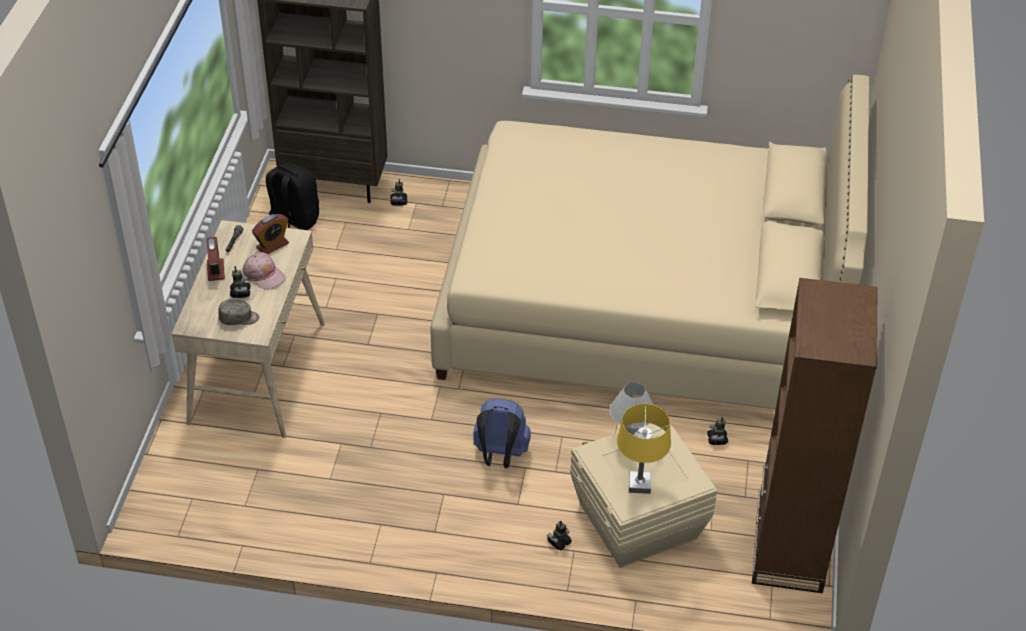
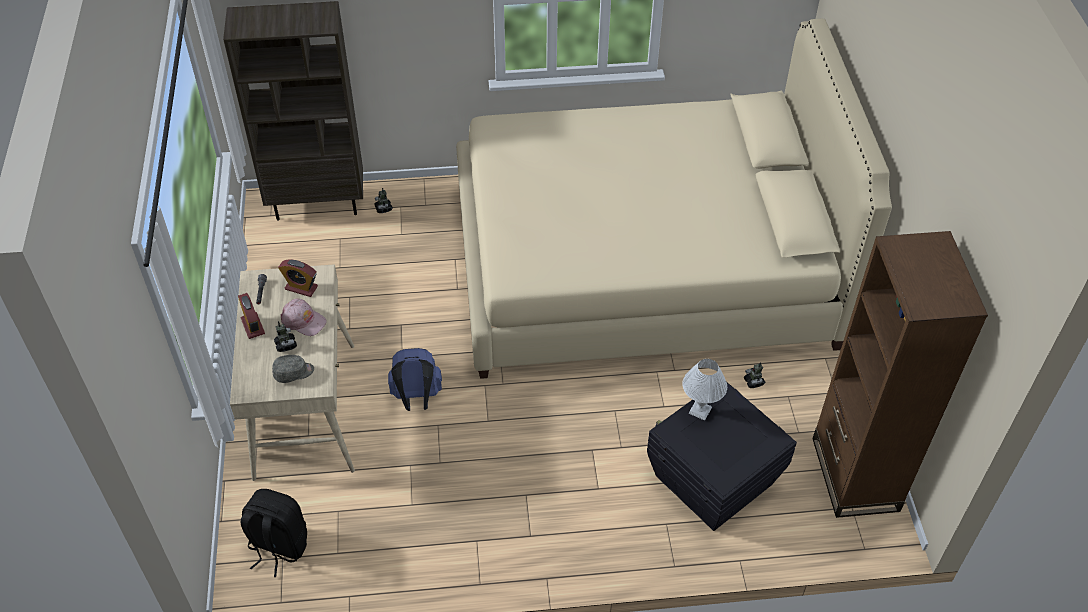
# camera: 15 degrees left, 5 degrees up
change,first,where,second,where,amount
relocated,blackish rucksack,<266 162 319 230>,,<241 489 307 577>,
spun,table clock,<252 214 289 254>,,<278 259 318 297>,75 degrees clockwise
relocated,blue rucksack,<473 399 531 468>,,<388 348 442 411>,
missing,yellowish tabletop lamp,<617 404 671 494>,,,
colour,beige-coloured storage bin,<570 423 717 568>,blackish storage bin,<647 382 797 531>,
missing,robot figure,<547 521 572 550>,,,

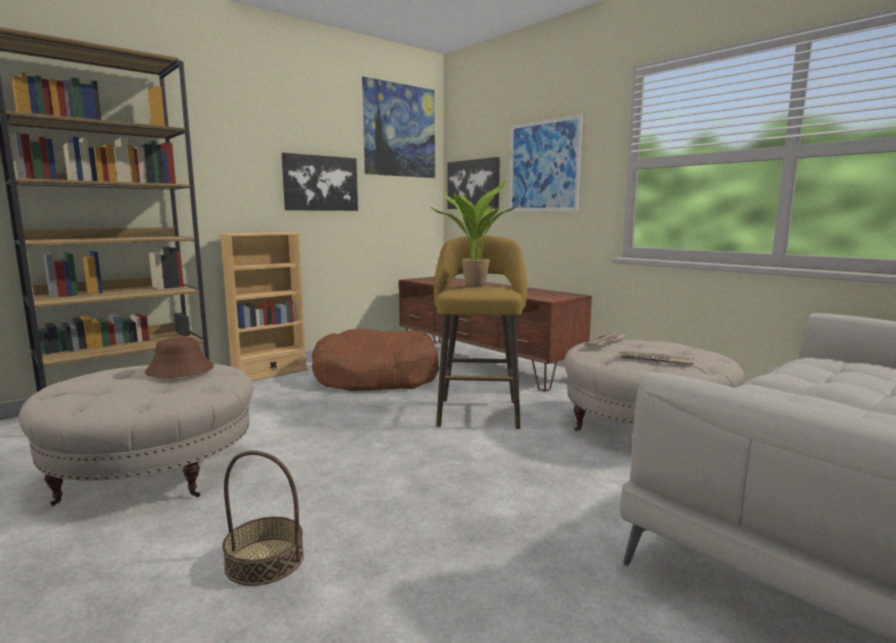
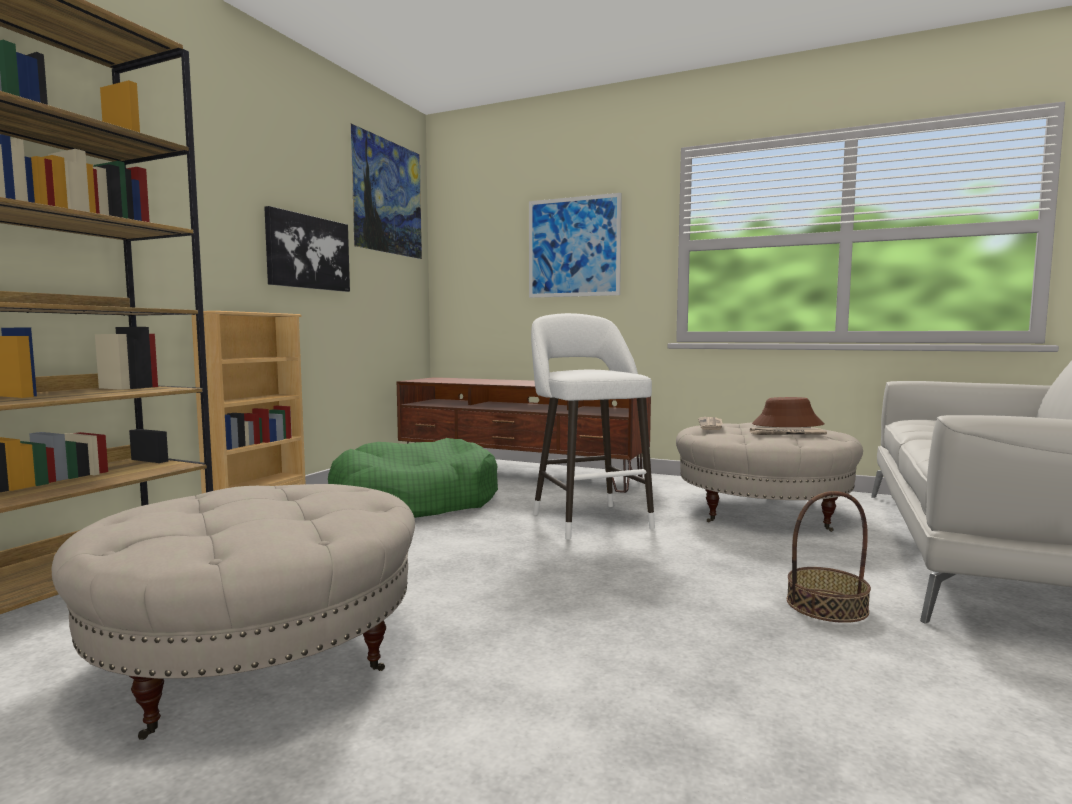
# camera: 25 degrees left, 5 degrees down
change,first,where,second,where,amount
missing,wall art,<447 157 500 209>,,,
missing,potted plant,<431 180 519 287>,,,
colour,yellowish stool,<434 236 527 429>,whitish stool,<531 313 655 540>,
colour,brown-coloured dog bed,<312 329 439 391>,greenish dog bed,<328 438 498 518>,
relocated,brown-coloured hat,<145 337 214 378>,,<752 397 825 427>,
relocated,storage basket,<222 450 304 586>,,<787 491 871 623>,

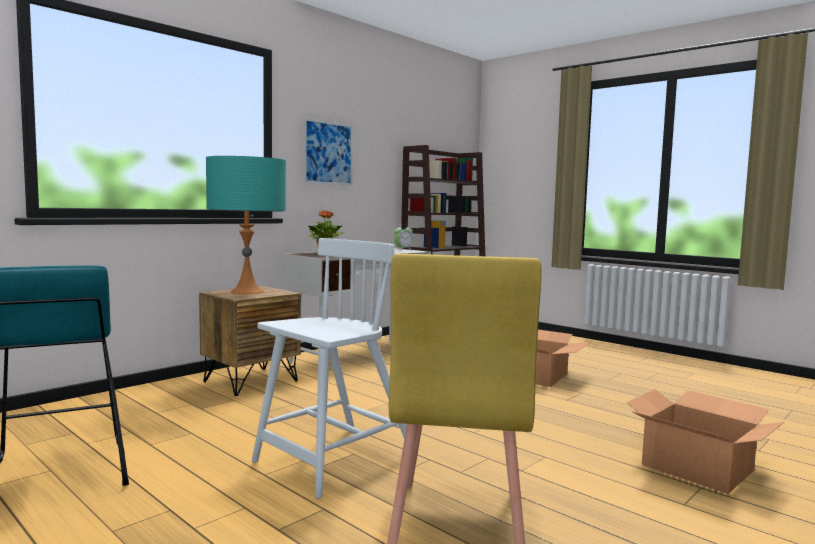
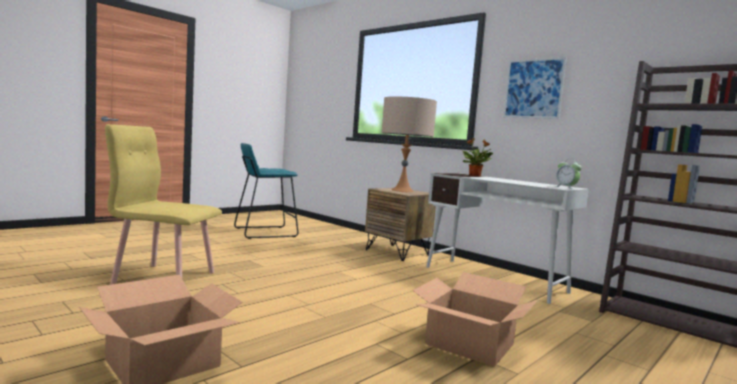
# camera: 90 degrees right, 0 degrees up
change,first,where,second,where,amount
colour,blue-green tabletop lamp,<206 156 286 295>,beige-coloured tabletop lamp,<382 96 437 192>,
missing,whitish upright chair,<252 238 407 498>,,,

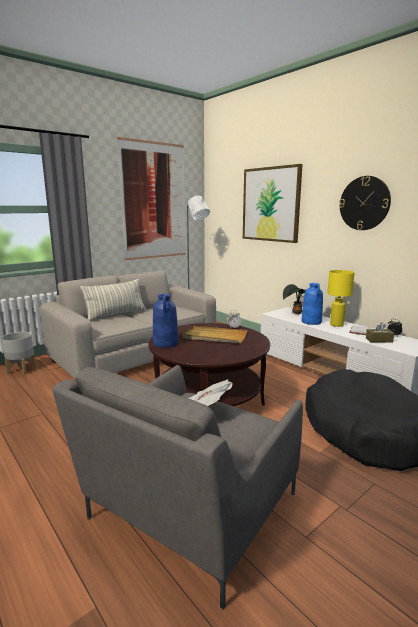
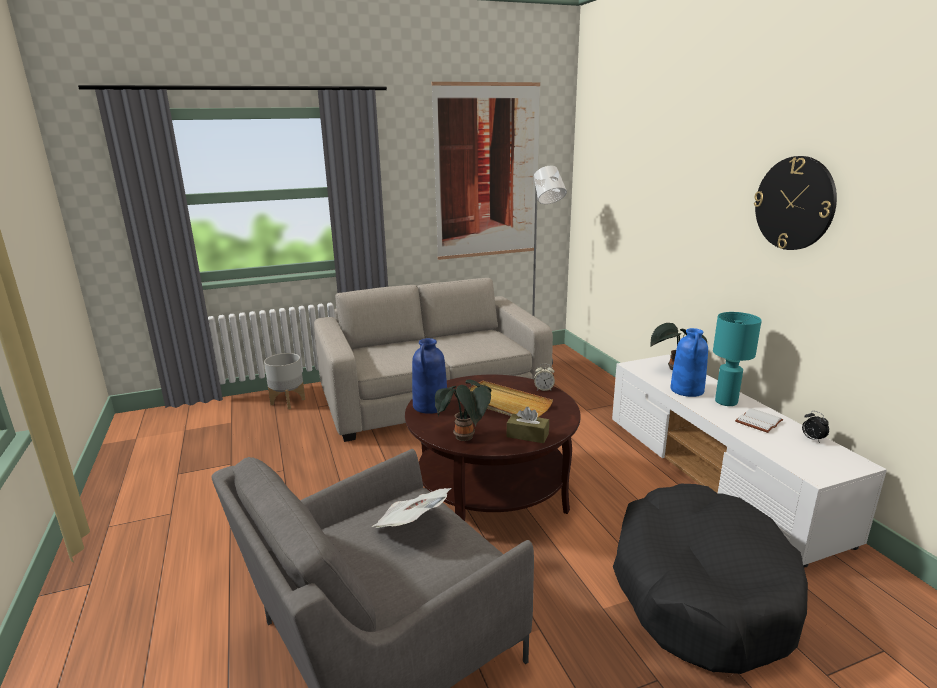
# camera: 20 degrees right, 5 degrees up
change,first,where,second,where,amount
missing,wall art,<243 164 303 243>,,,
colour,yellowish tabletop lamp,<327 270 355 327>,blue-green tabletop lamp,<713 312 762 406>,
missing,cushion,<80 279 146 322>,,,
relocated,brown-coloured tissue holder,<366 322 394 342>,,<507 407 549 443>,
appeared,,,potted plant,<435 379 492 441>,

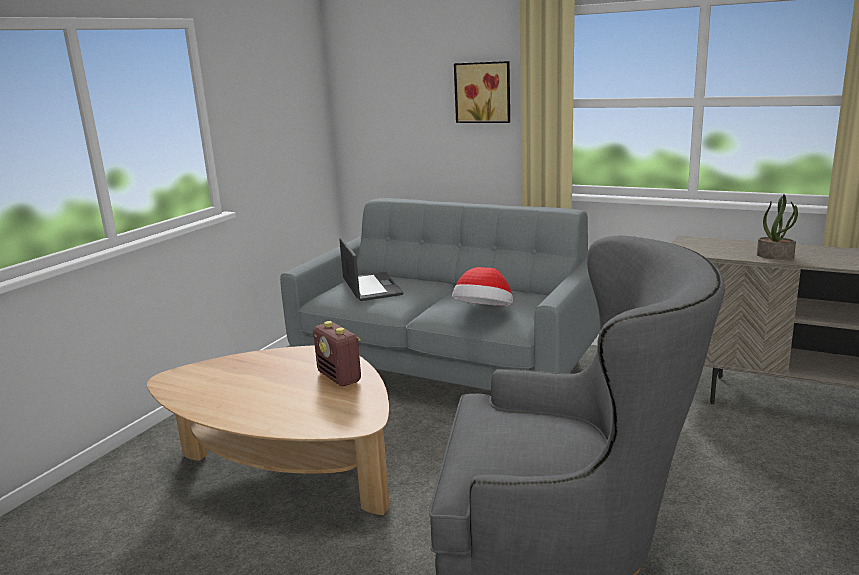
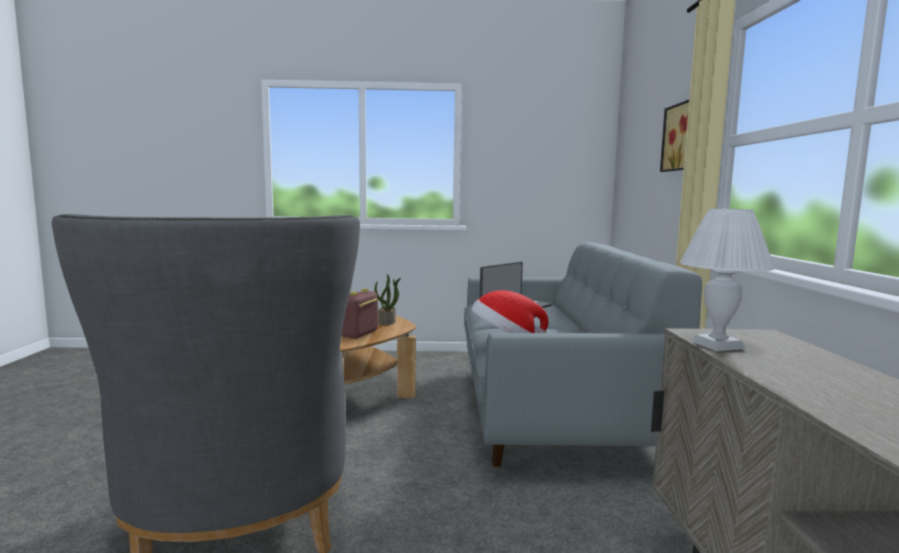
# camera: 60 degrees right, 10 degrees down
change,first,where,second,where,amount
relocated,potted plant,<757 194 798 260>,,<374 274 401 325>,
appeared,,,whitish tabletop lamp,<680 208 774 351>,

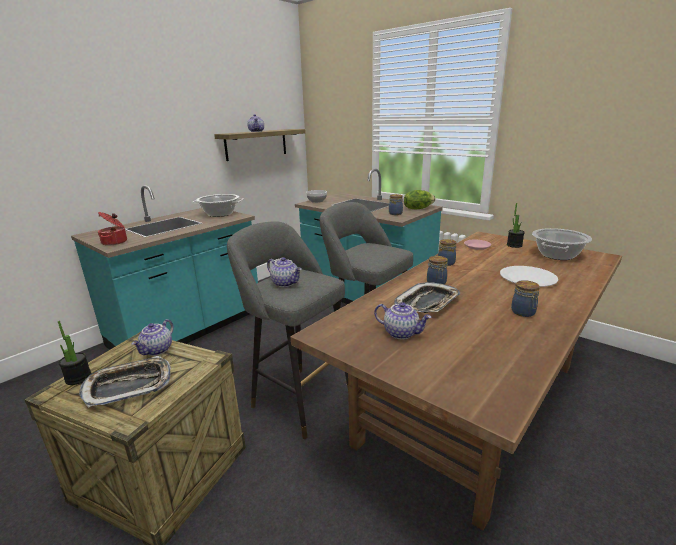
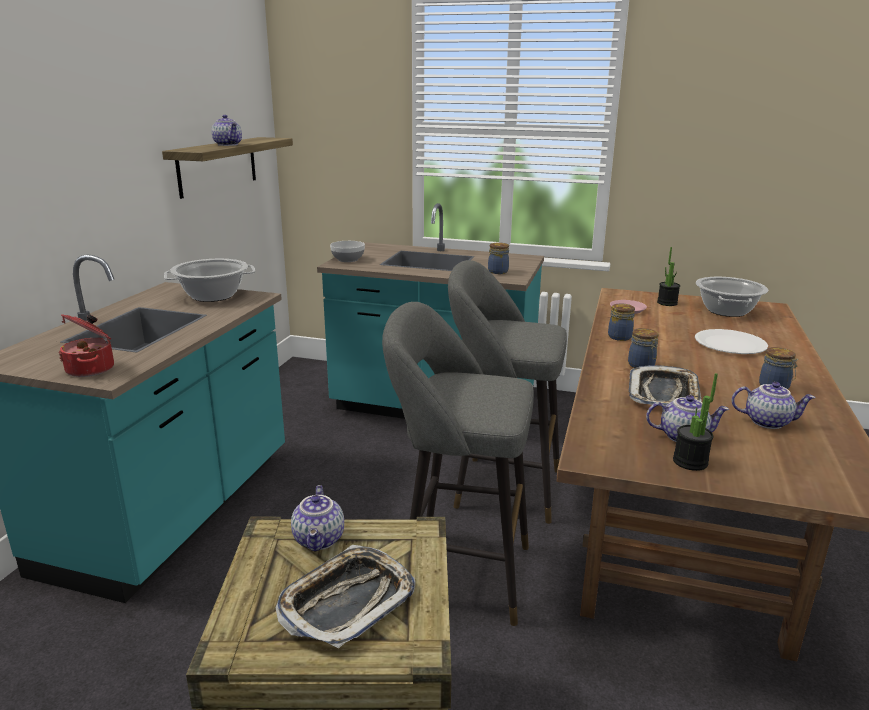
# camera: 25 degrees left, 0 degrees up
change,first,where,second,where,amount
missing,lettuce,<404 190 435 209>,,,
relocated,teapot,<267 257 302 287>,,<732 382 815 429>,
relocated,potted plant,<58 321 92 385>,,<673 373 718 471>,

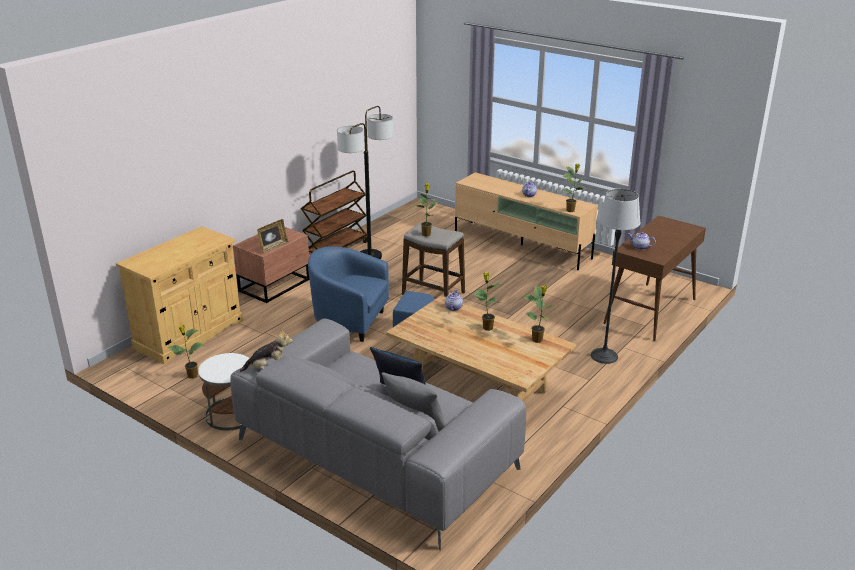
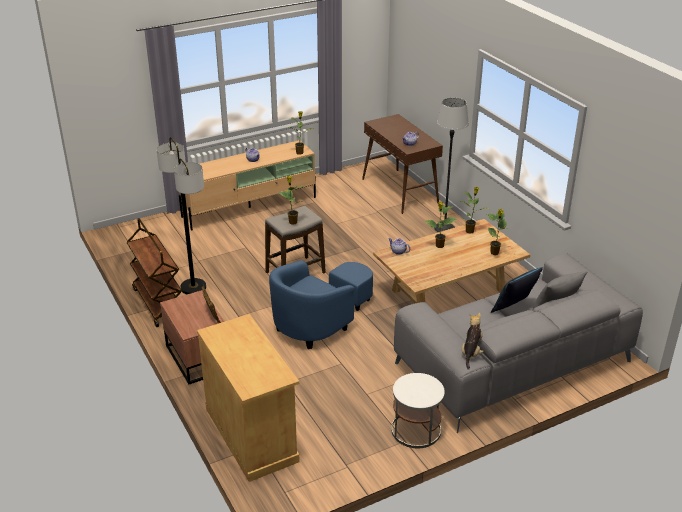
# camera: 65 degrees left, 5 degrees up
change,first,where,second,where,amount
relocated,potted plant,<168 324 205 379>,,<486 209 510 255>,

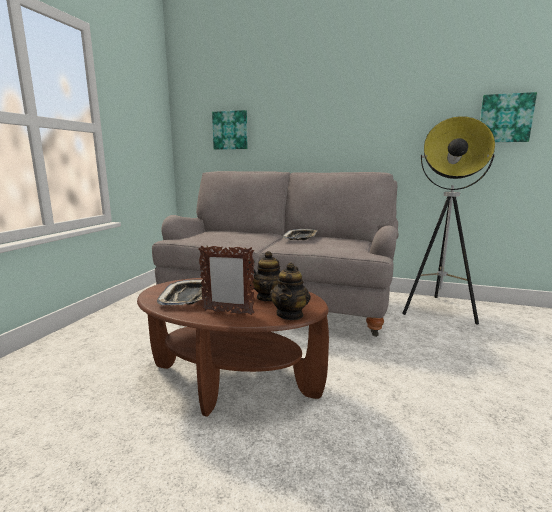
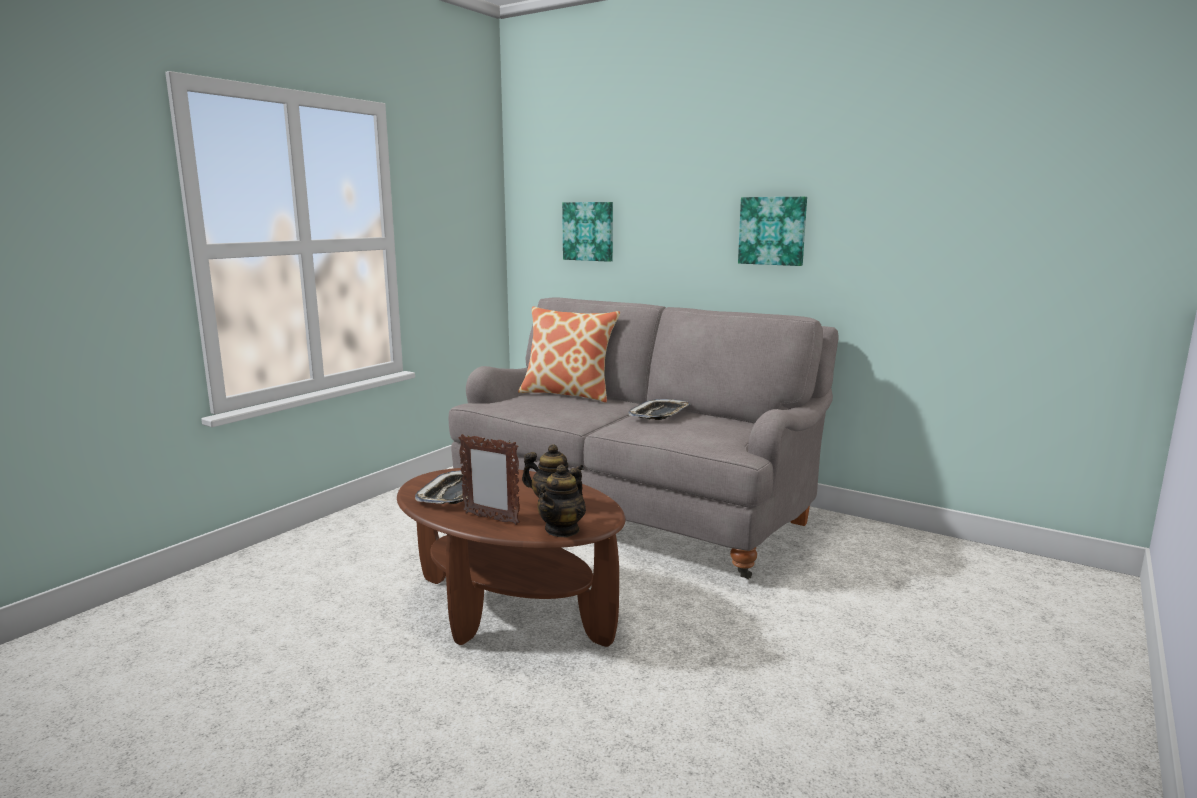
# camera: 15 degrees right, 0 degrees up
change,first,where,second,where,amount
relocated,wall art,<480 92 537 142>,,<738 197 807 266>,
missing,standard lamp,<403 116 495 325>,,,
appeared,,,cushion,<518 306 620 402>,

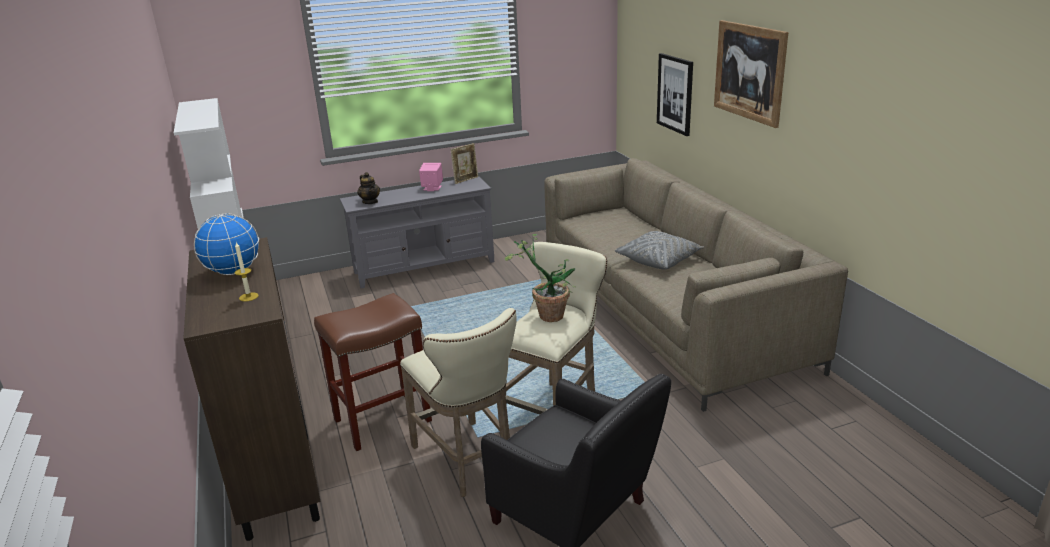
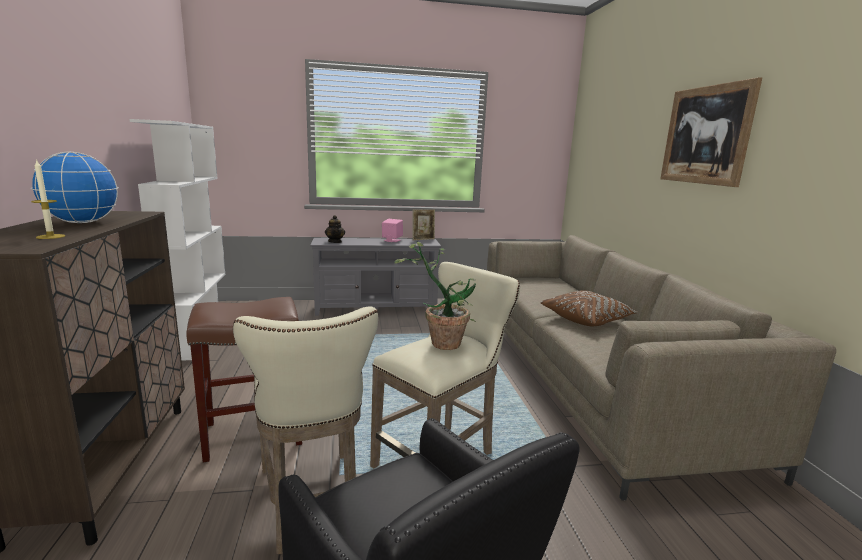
# camera: 10 degrees right, 10 degrees down
change,first,where,second,where,amount
missing,wall art,<657 53 693 136>,,,
colour,grey cushion,<615 231 704 269>,brown-coloured cushion,<540 290 638 327>,

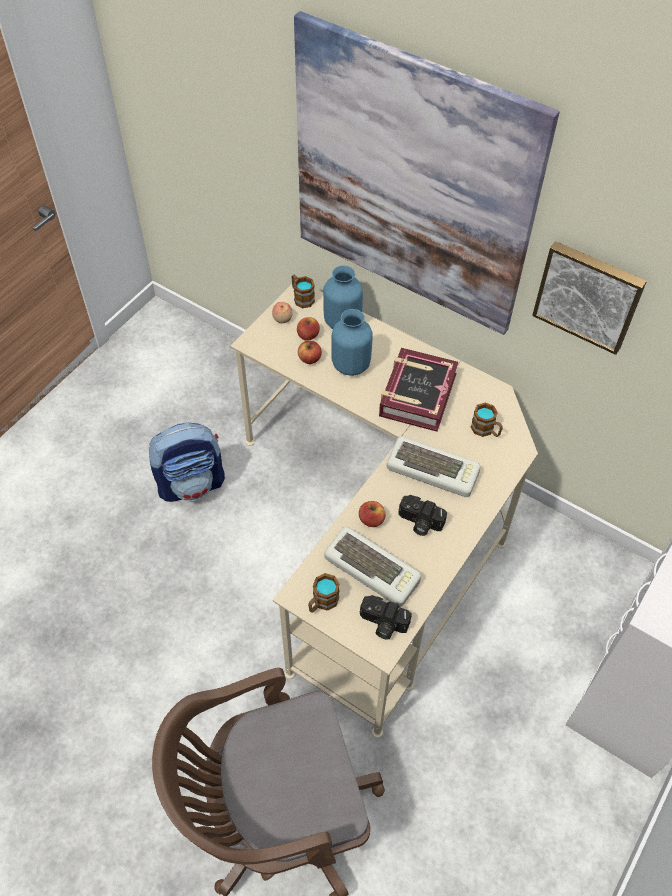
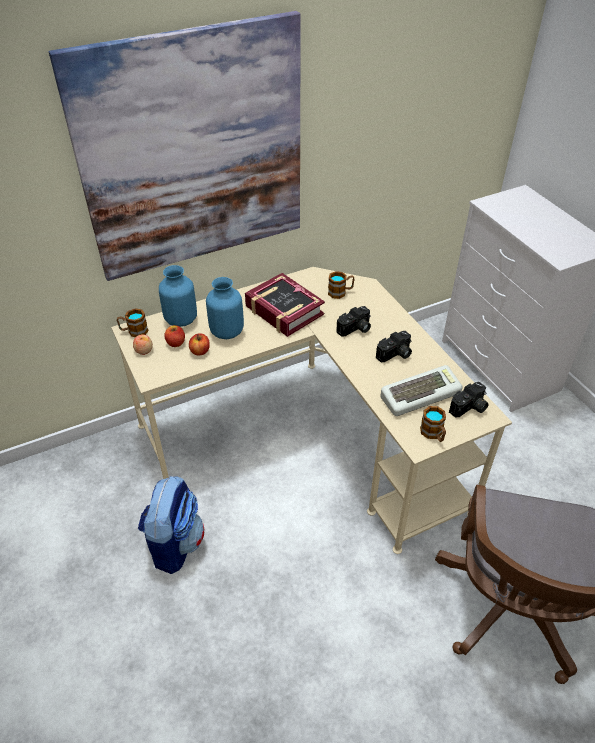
# camera: 60 degrees left, 10 degrees down
change,first,where,second,where,amount
missing,wall art,<532 241 647 355>,,,
exchanged,keyboard,<387 437 481 497>,still camera,<336 306 371 337>,
missing,apple,<359 501 386 527>,,,

